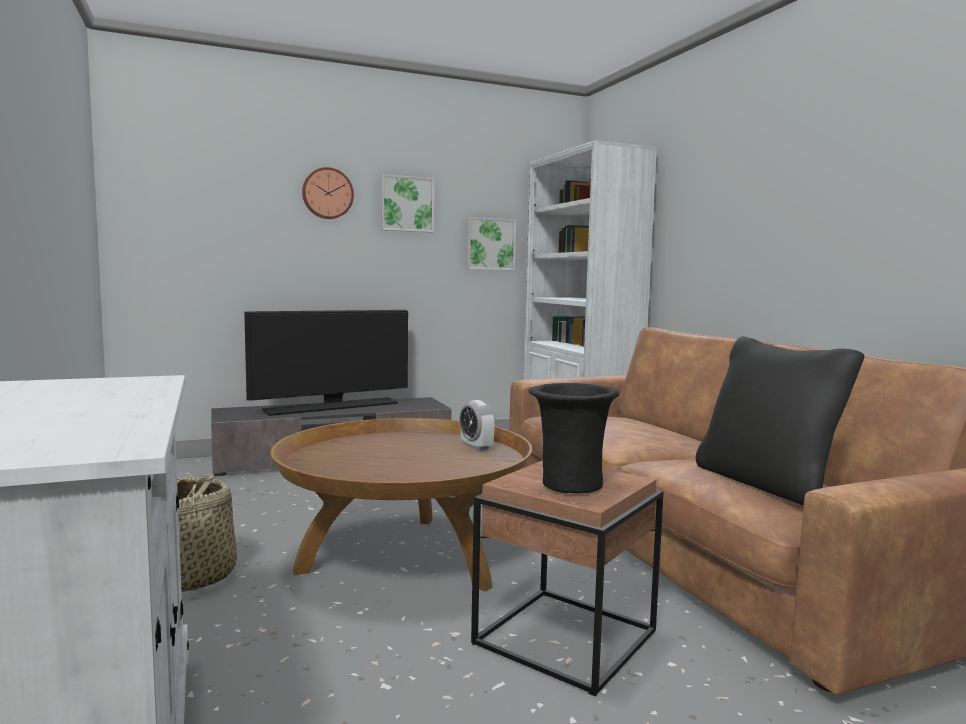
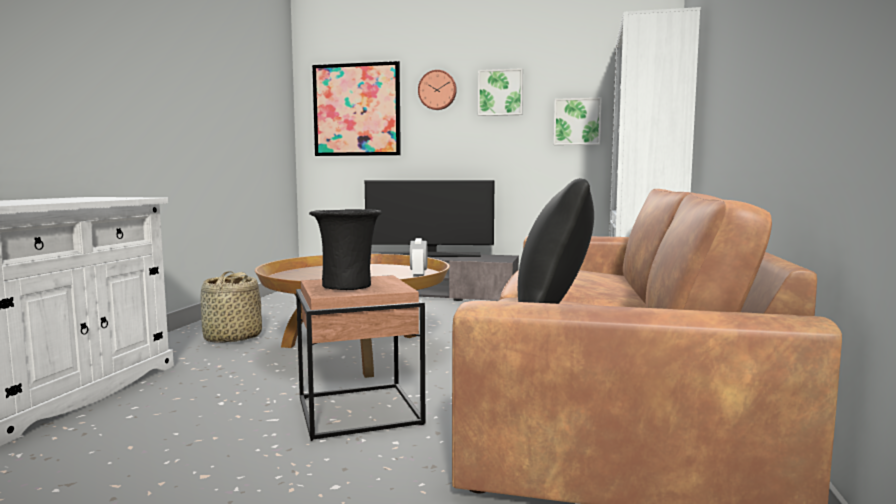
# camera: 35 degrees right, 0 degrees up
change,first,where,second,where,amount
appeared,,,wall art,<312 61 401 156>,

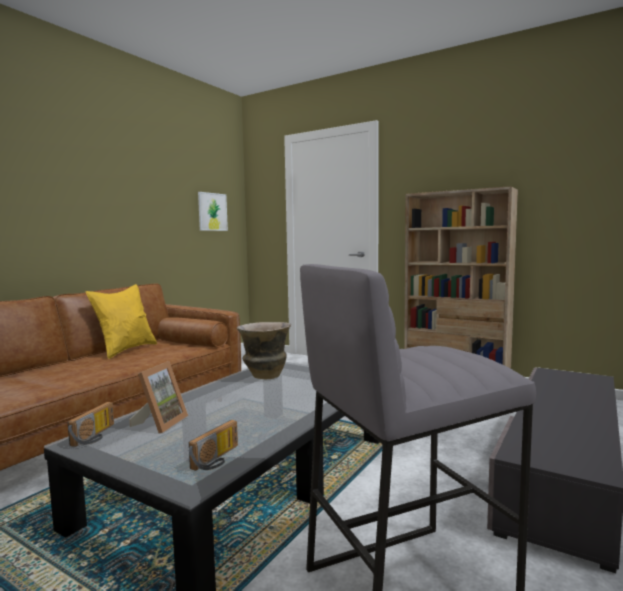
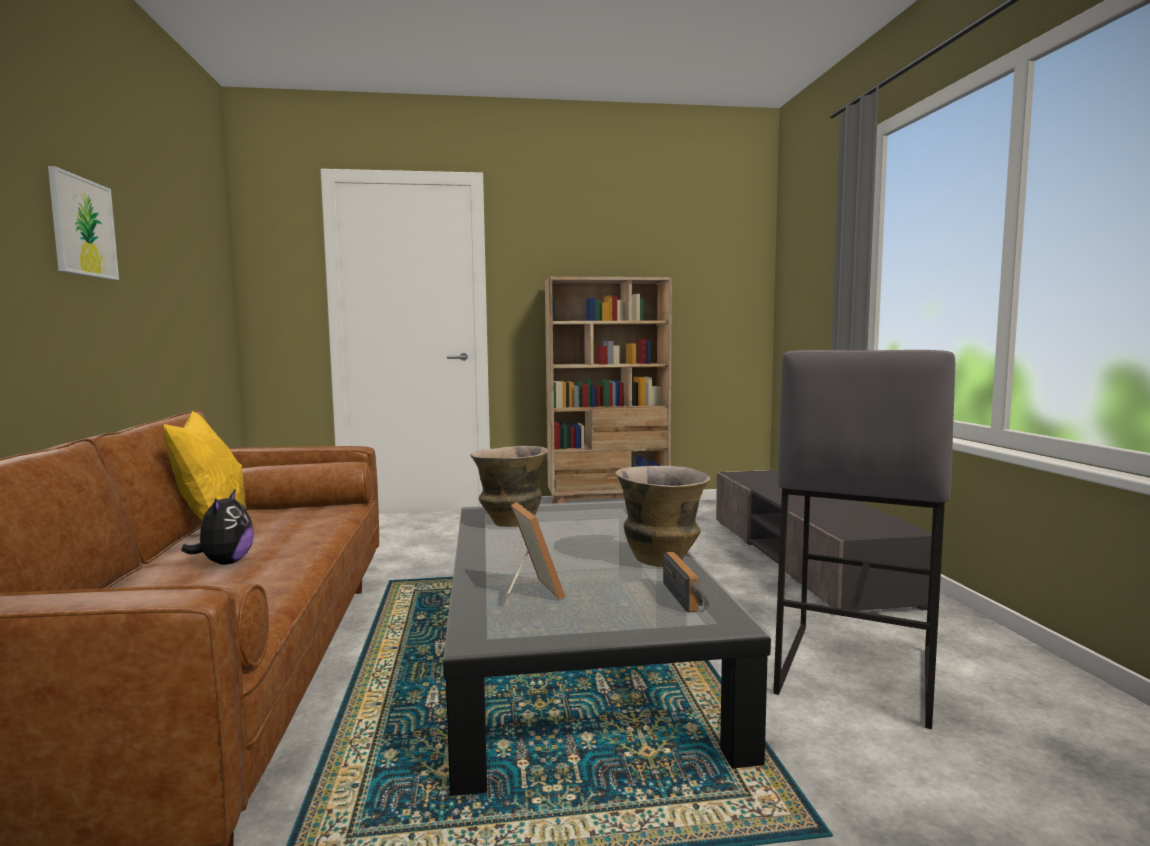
# camera: 40 degrees left, 0 degrees up
change,first,where,second,where,amount
relocated,wall art,<198 192 228 231>,,<48 166 119 280>,
missing,radio,<68 402 114 447>,,,
appeared,,,decorative vase,<615 466 710 567>,
appeared,,,plush toy,<181 488 254 565>,

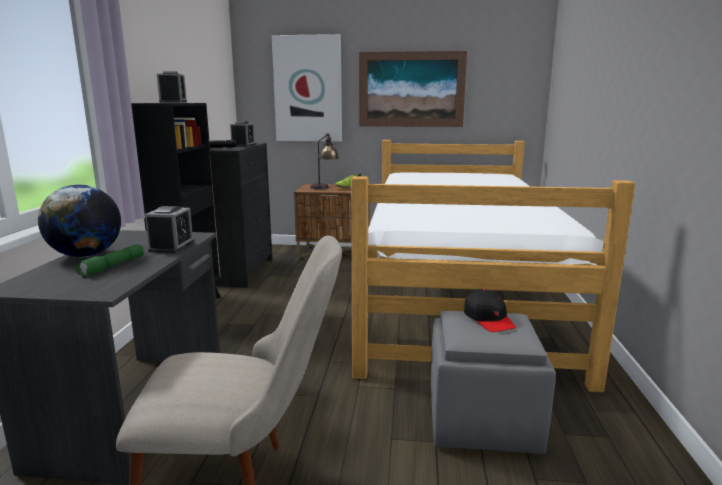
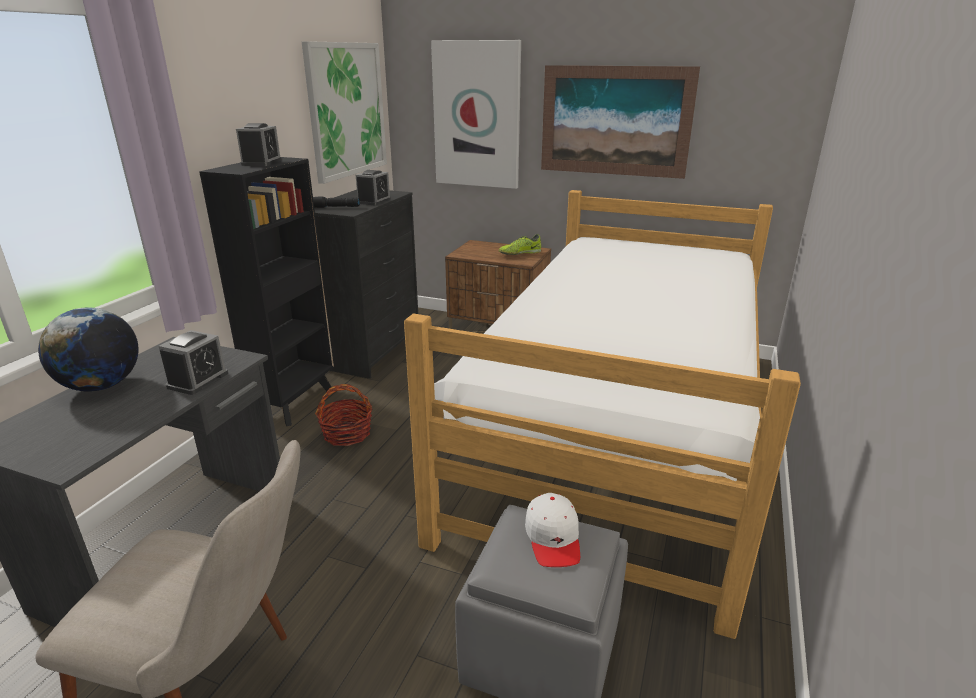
# camera: 15 degrees right, 10 degrees up
change,first,where,second,where,amount
missing,tabletop lamp,<310 133 339 189>,,,
missing,greenish flashlight,<75 244 144 277>,,,
colour,blackish baseball cap,<464 289 516 332>,whitish baseball cap,<525 493 580 567>,
appeared,,,wall art,<302 41 387 184>,
appeared,,,storage basket,<315 384 372 446>,

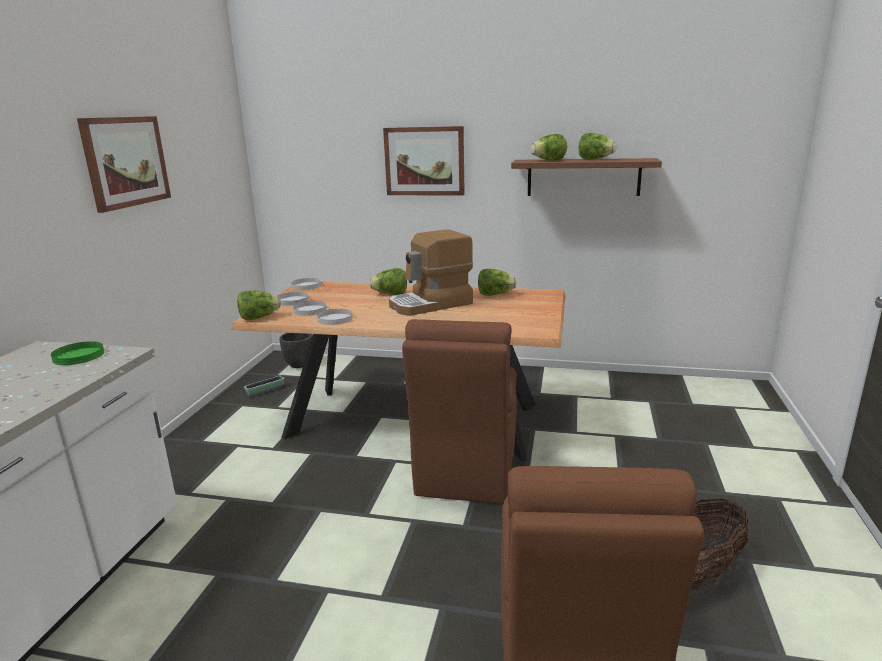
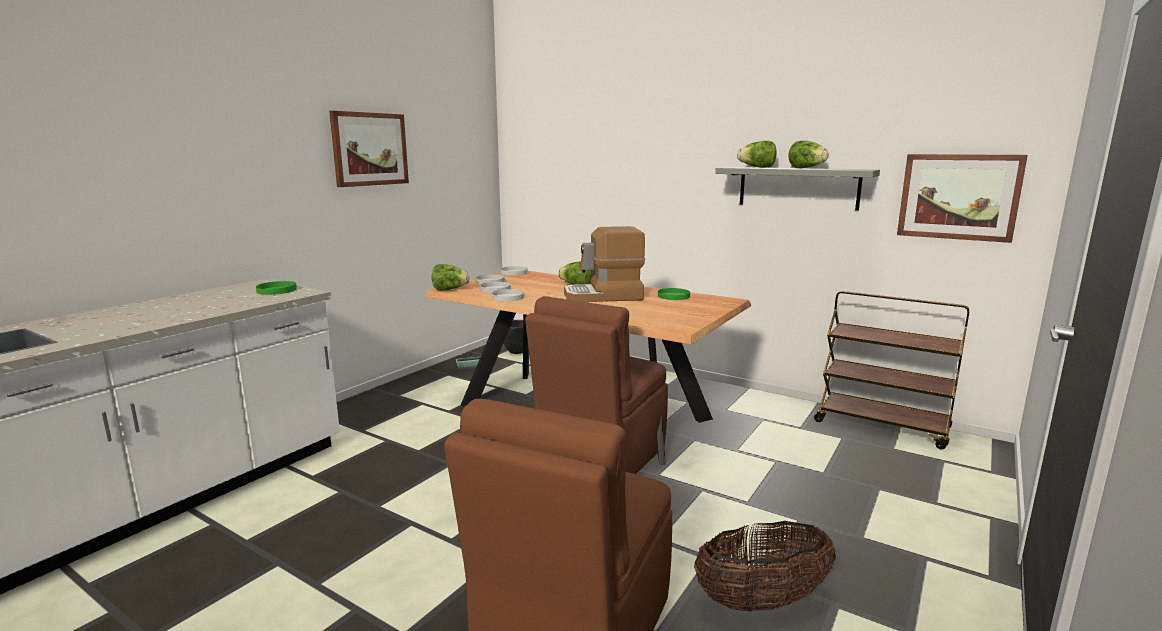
# camera: 20 degrees right, 5 degrees down
change,first,where,second,where,amount
relocated,wall art,<383 126 465 195>,,<897 154 1028 243>,
colour,brown-coloured wall shelf,<511 158 662 196>,grey wall shelf,<715 167 880 210>,
exchanged,lettuce,<478 269 517 296>,greenish dinner plate,<658 288 690 300>,
appeared,,,brown-coloured wheeled cart,<814 291 969 449>,

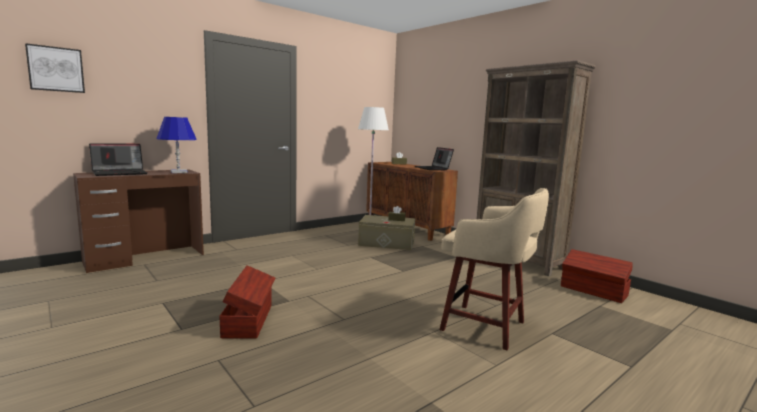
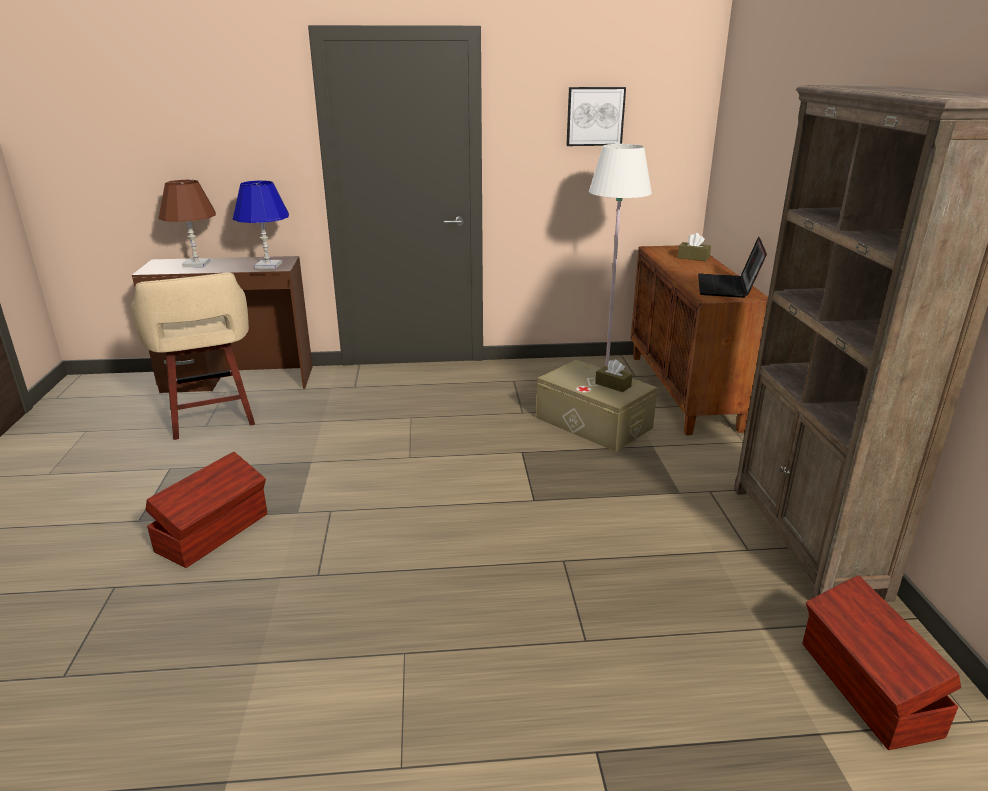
# camera: 35 degrees right, 15 degrees up
change,first,where,second,where,amount
relocated,wall art,<25 43 85 93>,,<566 87 626 146>,
exchanged,notebook computer,<89 143 147 176>,brown-coloured tabletop lamp,<159 180 216 267>,
relocated,beige-coloured stool,<440 188 549 350>,,<131 272 255 440>,

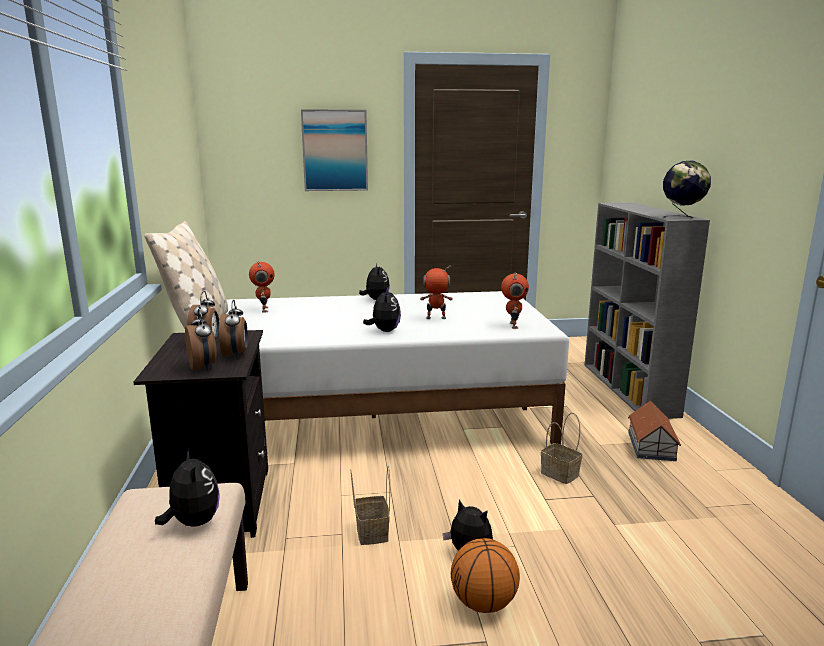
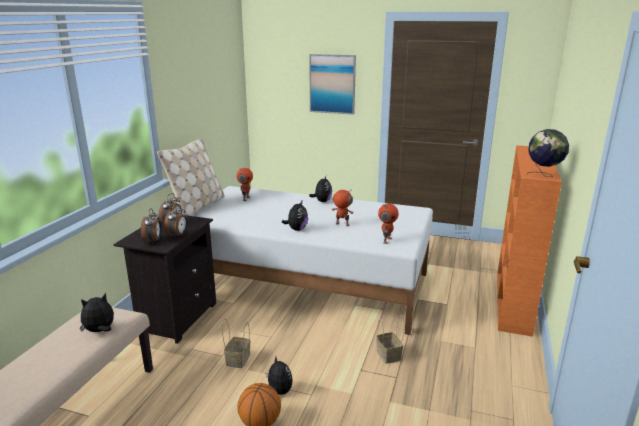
# camera: 25 degrees right, 5 degrees up
change,first,where,second,where,amount
colour,grey shelving unit,<585 203 710 419>,orange-coloured shelving unit,<497 145 562 337>,
missing,model house,<628 400 681 461>,,,
spun,plush toy,<155 448 220 527>,,<80 293 114 332>,120 degrees counterclockwise

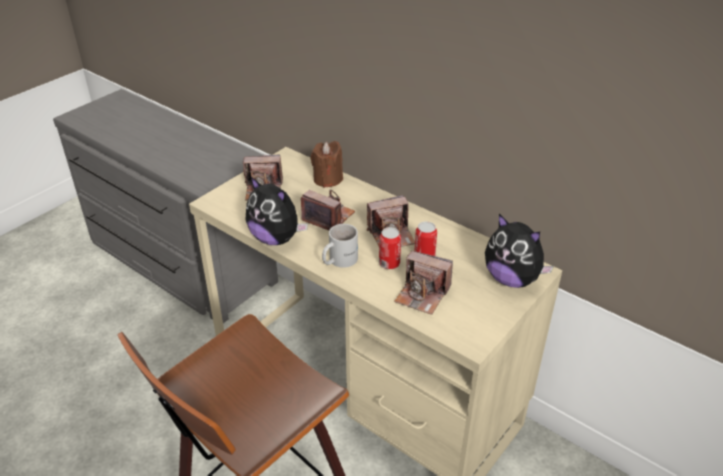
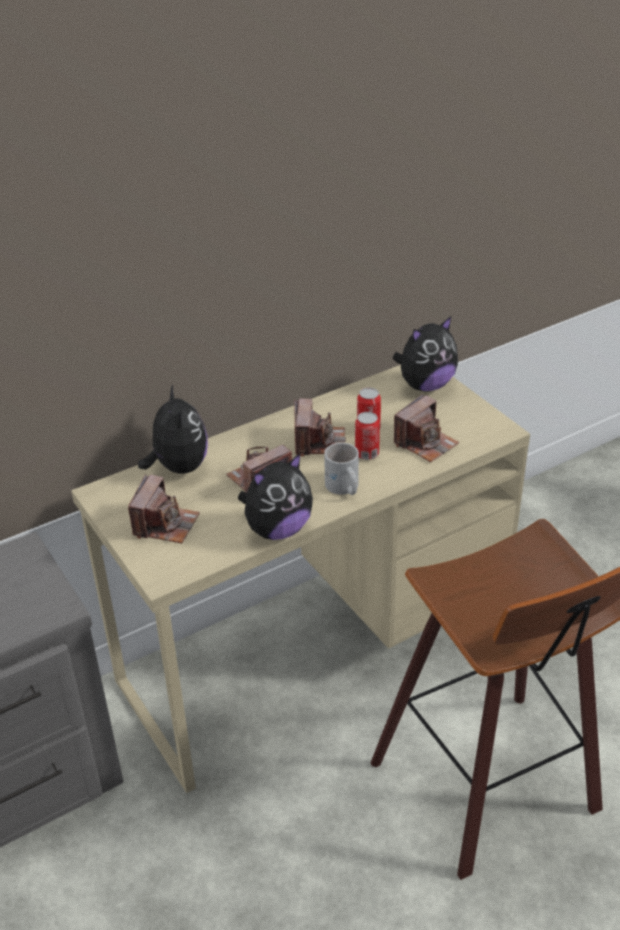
# camera: 70 degrees left, 0 degrees up
change,first,where,second,where,amount
exchanged,brown-coloured wax light,<311 141 343 188>,plush toy,<138 385 208 474>,

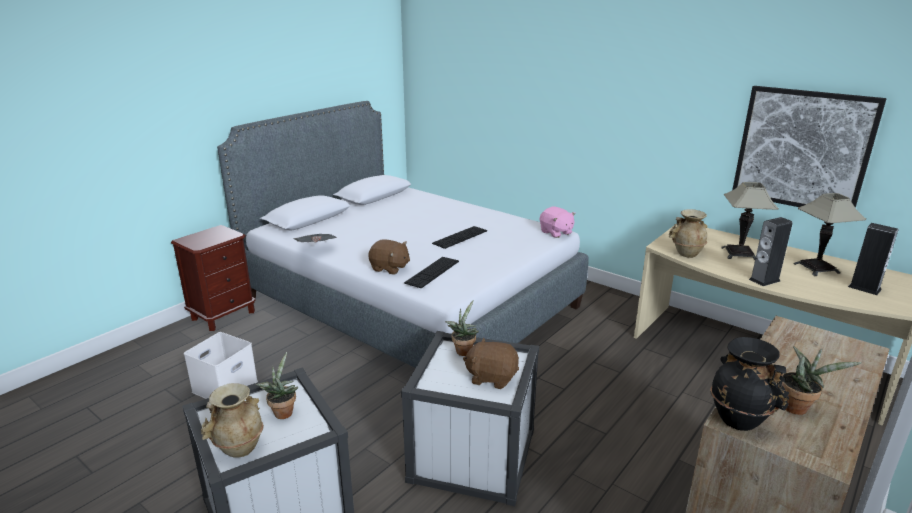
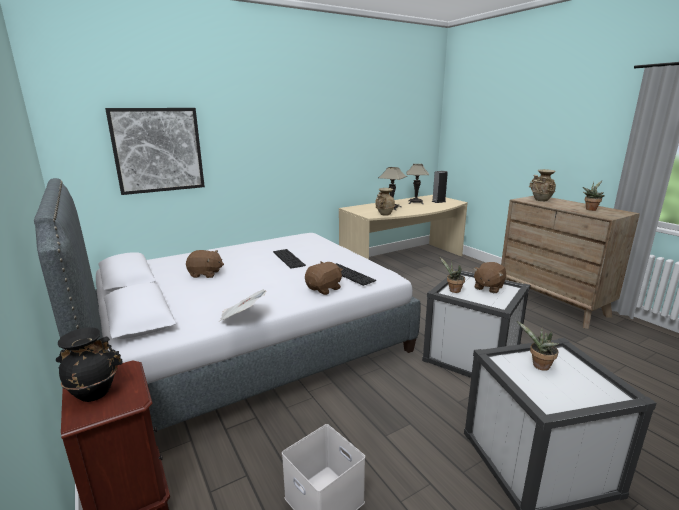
# camera: 70 degrees left, 5 degrees down
change,first,where,second,where,amount
relocated,wall art,<732 86 887 208>,,<105 108 205 195>,
missing,pink-coloured plush toy,<540 207 576 238>,,,
missing,audio speaker,<749 217 793 286>,,,
relocated,blackish decorative vase,<710 337 789 431>,,<56 327 123 402>,
relocated,beige-coloured decorative vase,<201 383 264 458>,,<529 169 556 201>,
appeared,,,brown-coloured plush toy,<186 250 224 278>,

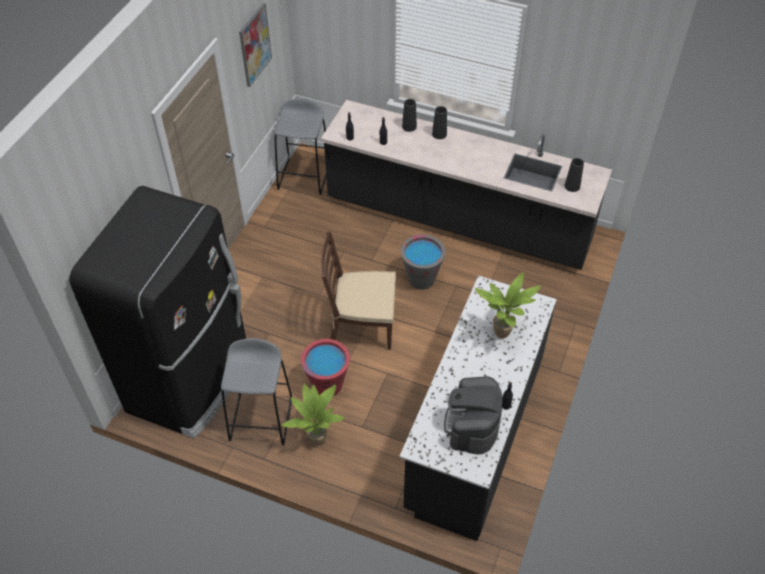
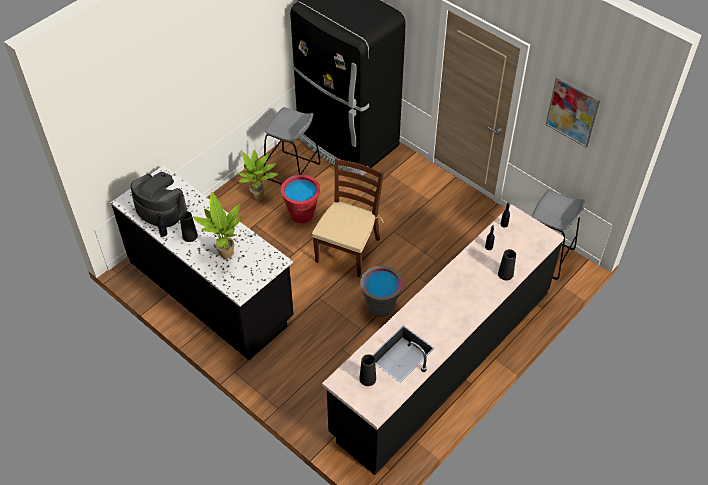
# camera: 110 degrees right, 0 degrees up
change,first,where,second,where,amount
relocated,blackish decorative vase,<432 106 447 139>,,<180 211 198 242>,

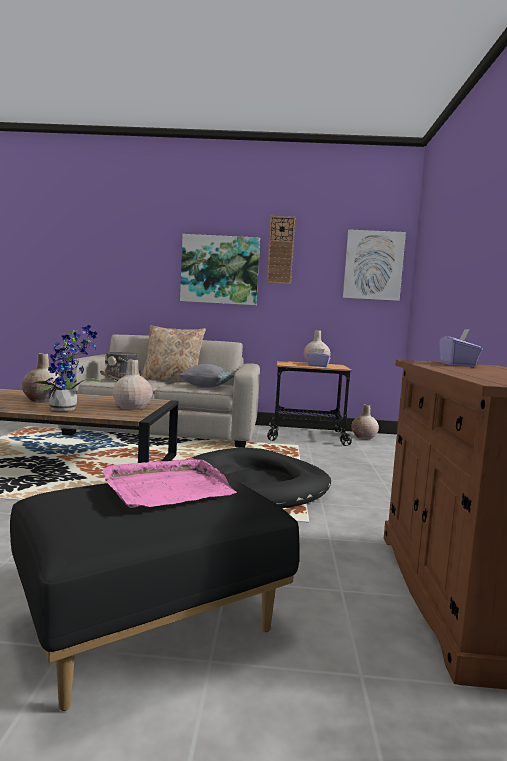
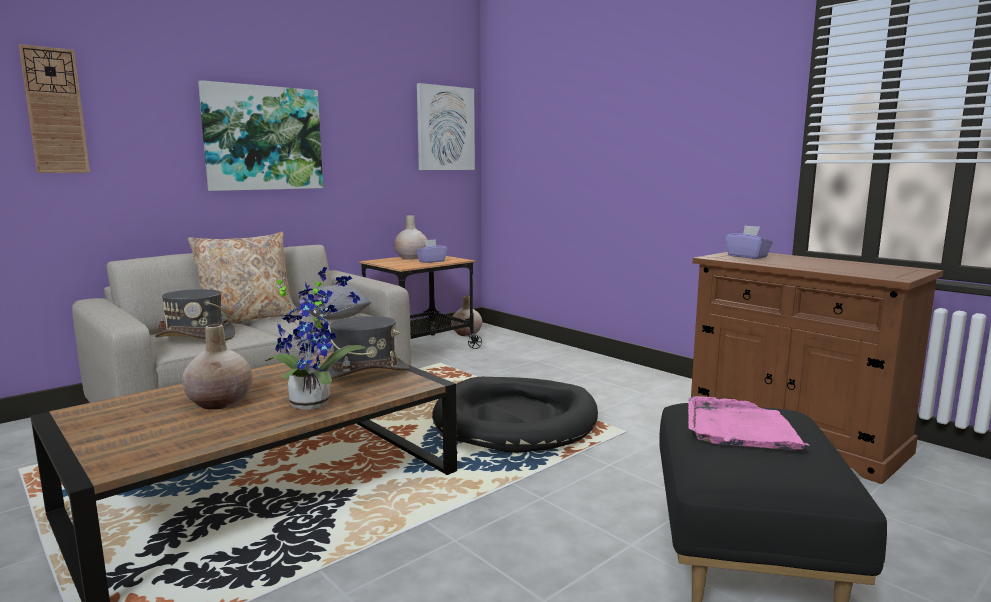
# camera: 45 degrees left, 5 degrees up
change,first,where,second,where,amount
relocated,wall clock,<267 216 295 284>,,<19 44 90 173>,
exchanged,beige-coloured decorative vase,<112 359 153 410>,grey hat,<327 316 409 379>,

